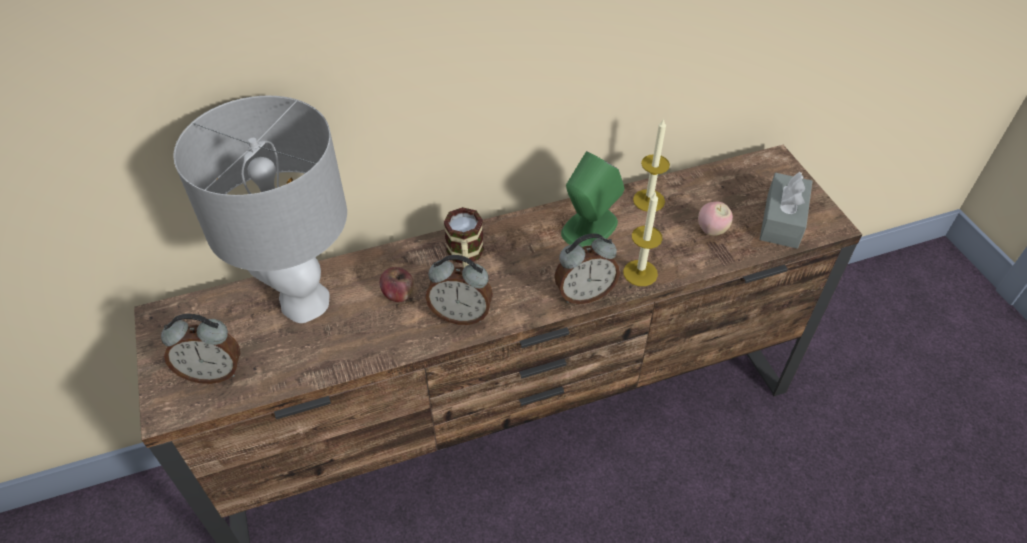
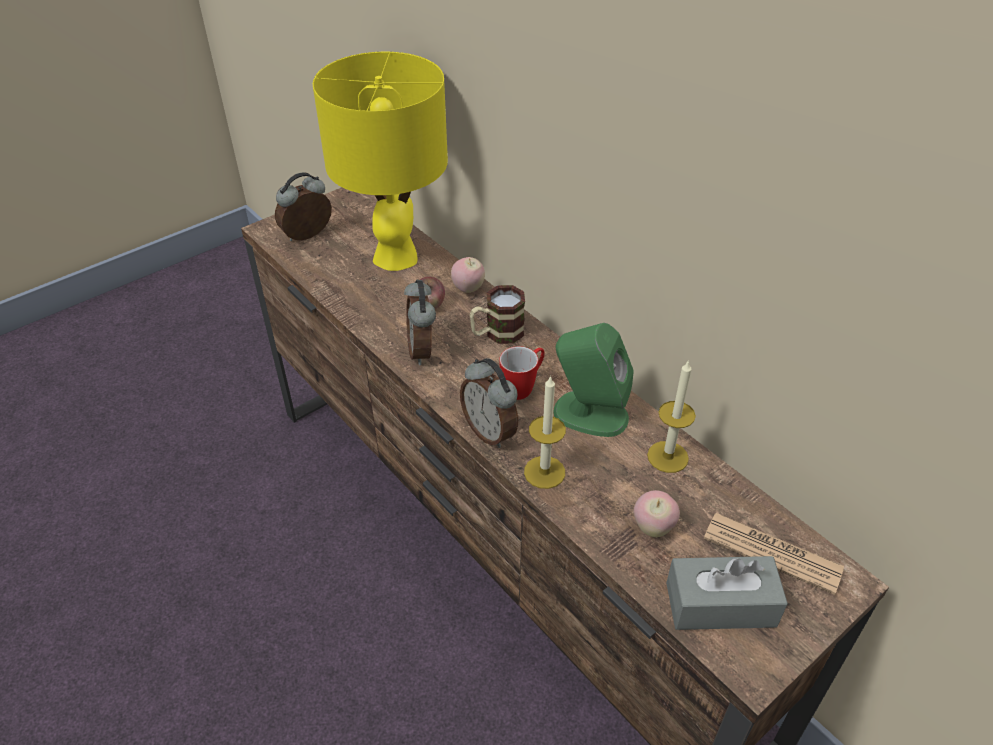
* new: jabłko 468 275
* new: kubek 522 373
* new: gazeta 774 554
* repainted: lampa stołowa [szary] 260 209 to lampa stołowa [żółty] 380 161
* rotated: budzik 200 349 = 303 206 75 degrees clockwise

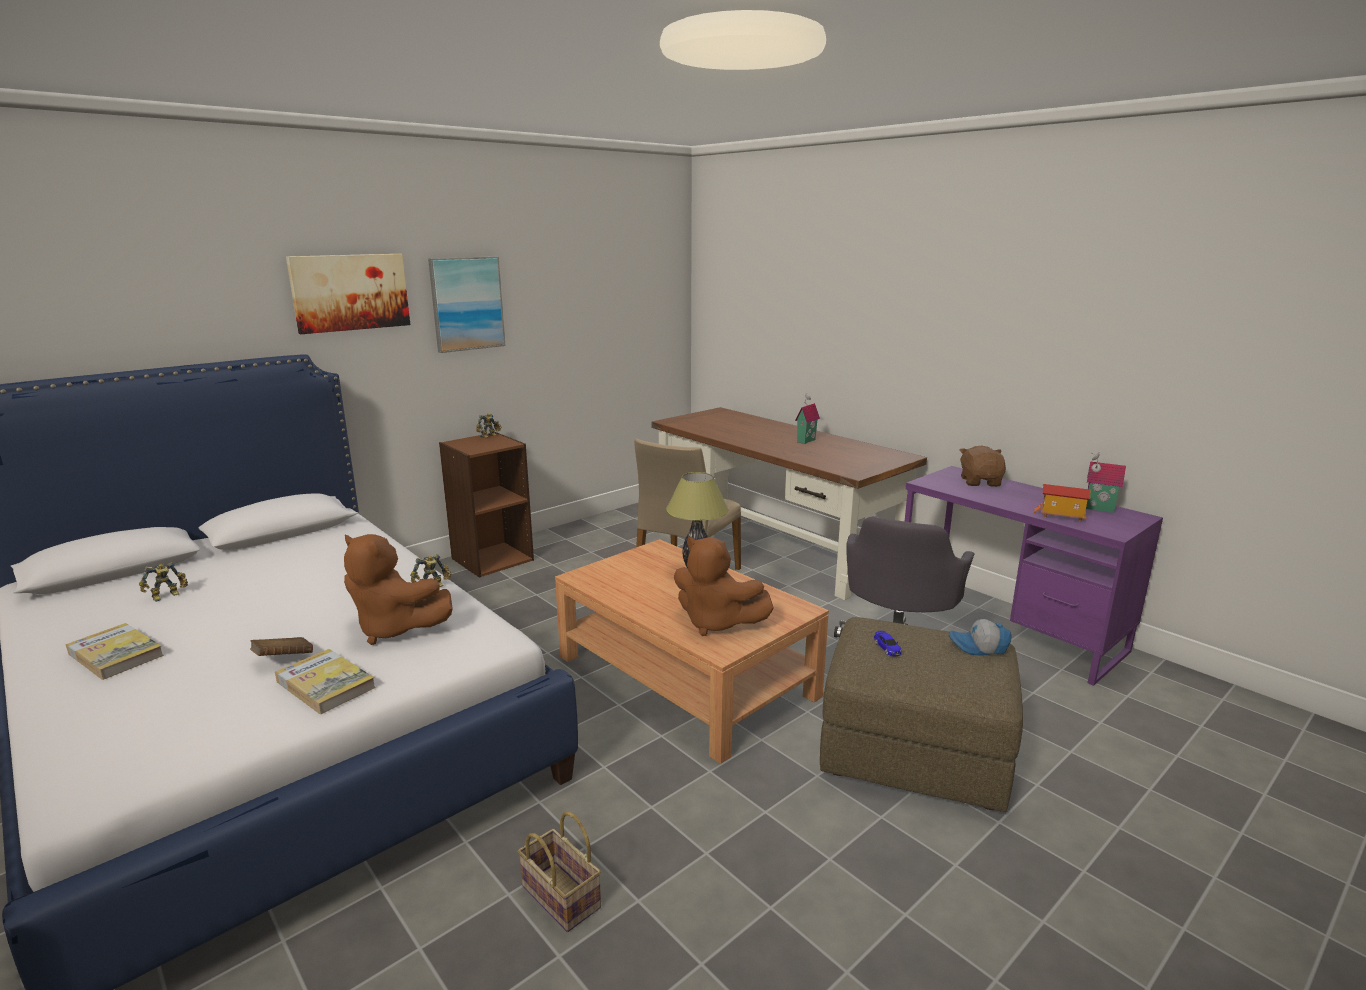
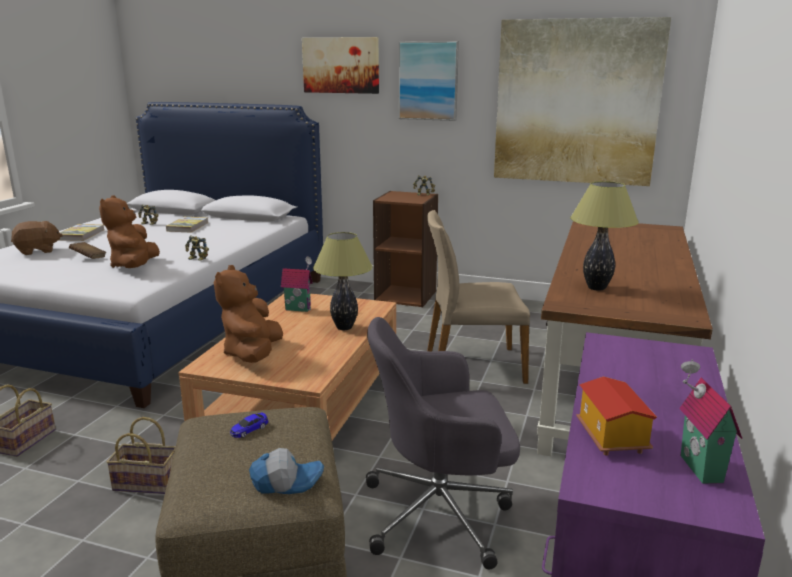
* new: koszyk 141 455
* new: obraz 582 101
* new: lampa stołowa 604 236
* shifted: książka 325 681 to 187 225
* shifted: domek 807 418 to 297 284
* shifted: pluszak [brązowy] 983 466 to 37 238
* rotated: czapka z daszkiem 980 637 = 286 471 105 degrees clockwise

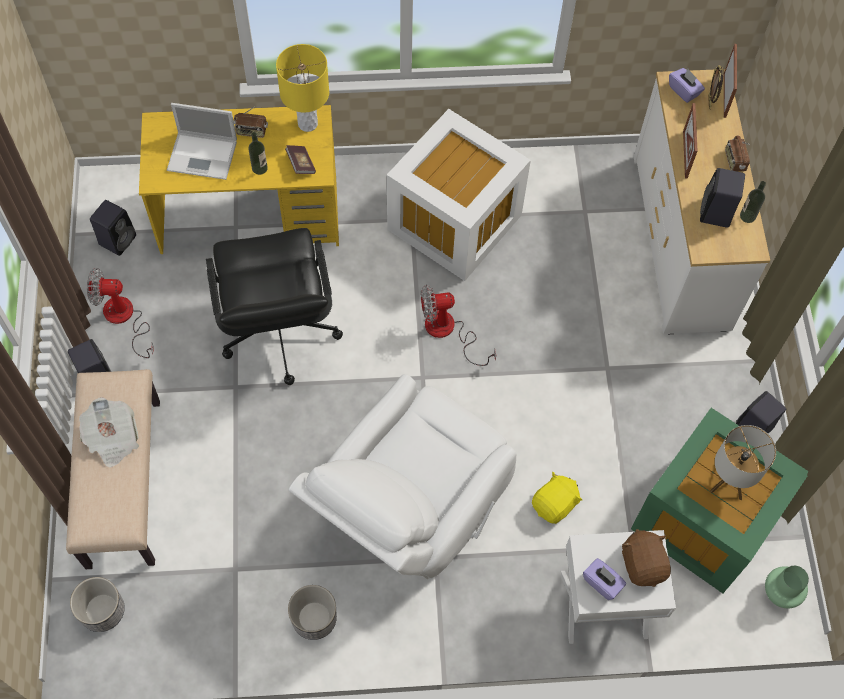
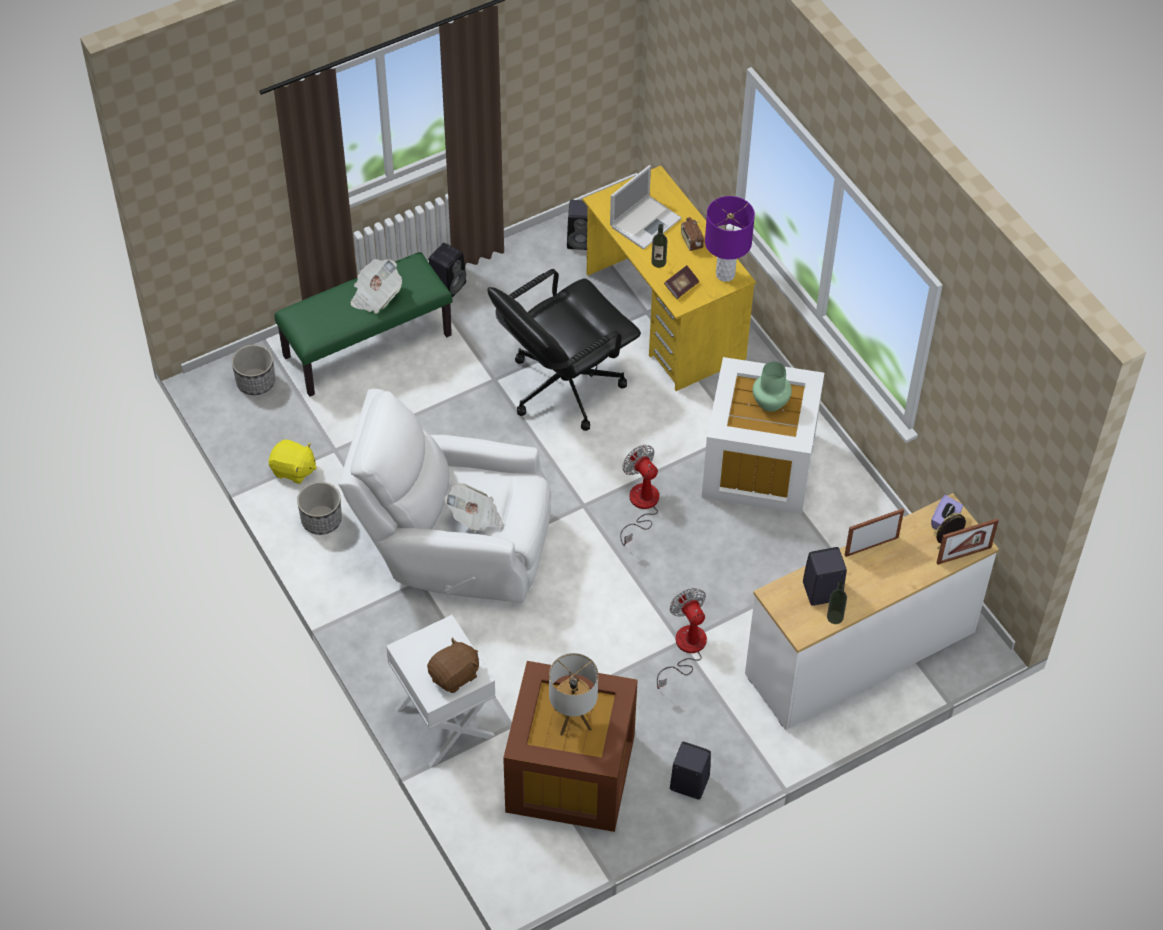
* gone: pudełko chusteczek [fioletowy] 604 579
* gone: radio 737 154
* new: gazeta 473 507
* shifted: wentylator 120 313 to 682 638
* shifted: pluszak [żółty] 557 498 to 293 461
* shifted: wazon [zielony] 787 587 to 772 387
* repainted: ławka [beżowy] 113 469 to ławka [zielony] 363 324
* repainted: lampa stołowa [żółty] 302 88 to lampa stołowa [fioletowy] 730 239
* repainted: pojemnik do przechowywania [zielony] 720 500 to pojemnik do przechowywania [brązowy] 570 746
* rotated: laptop 202 141 = 646 207 120 degrees counterclockwise

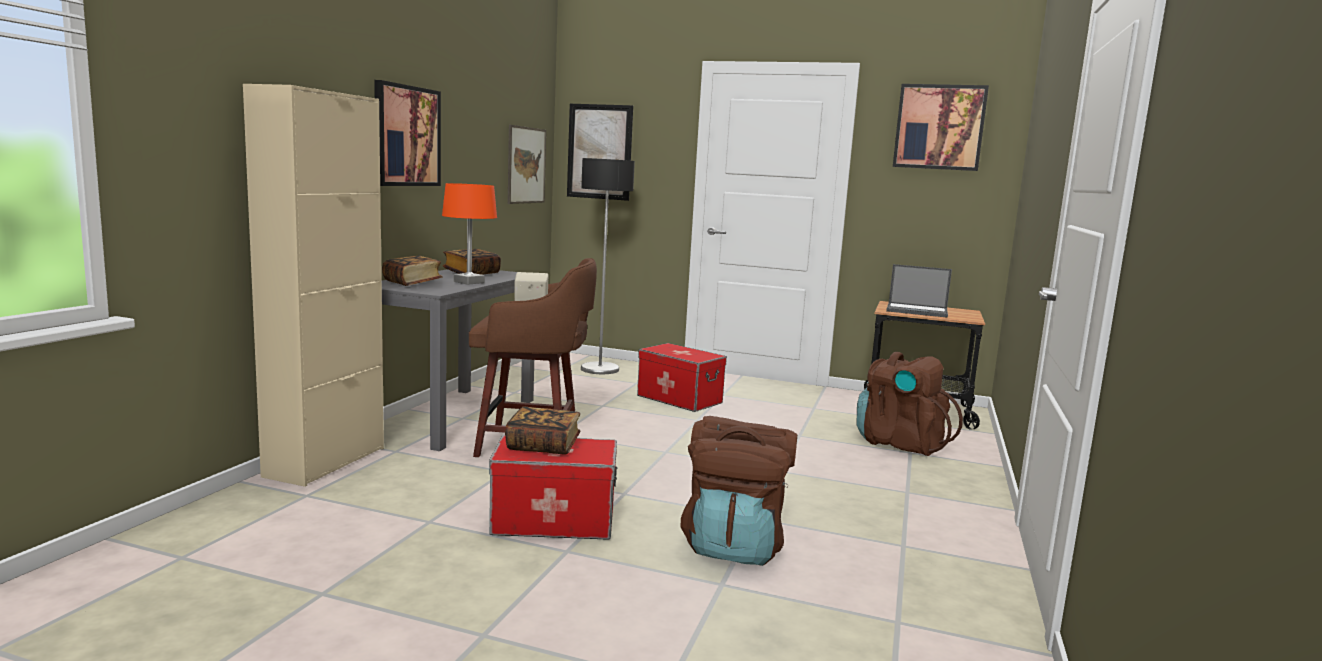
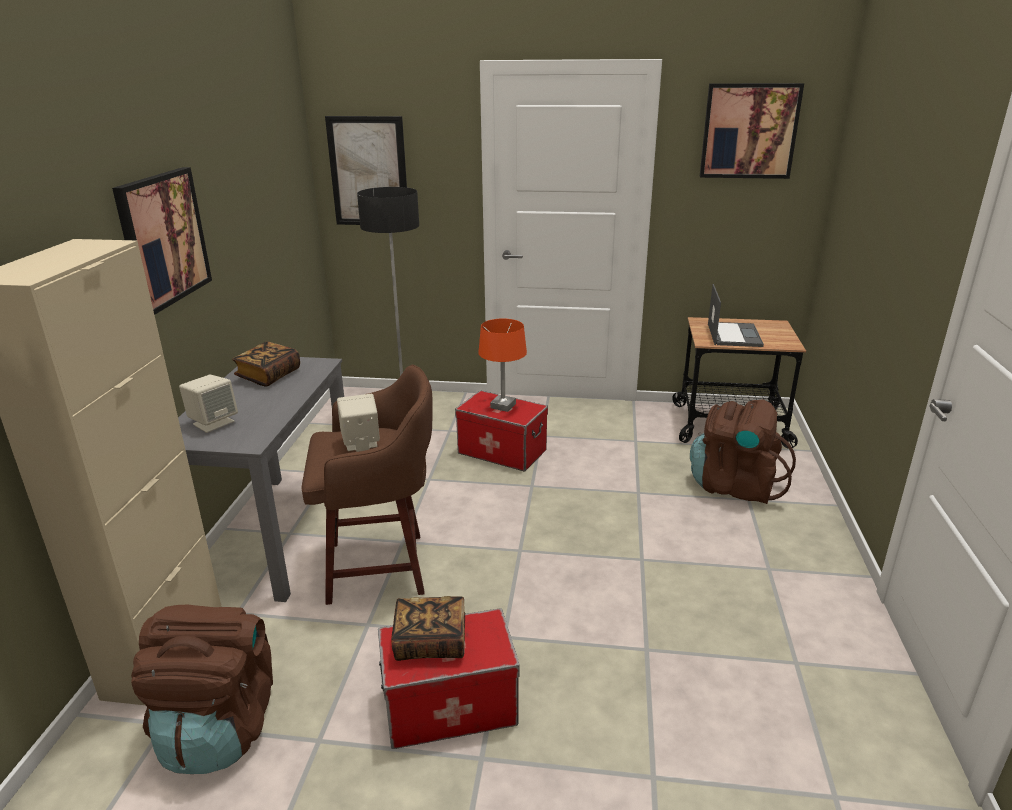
* gone: obraz 527 164
* shifted: lampa stołowa [pomarańczowy] 469 234 to 503 365
* shifted: plecak [brązowy] 738 491 to 202 689
* swapped: książka 412 271 to głośnik [beżowy] 208 404
* rotated: laptop 919 291 = 736 315 90 degrees counterclockwise

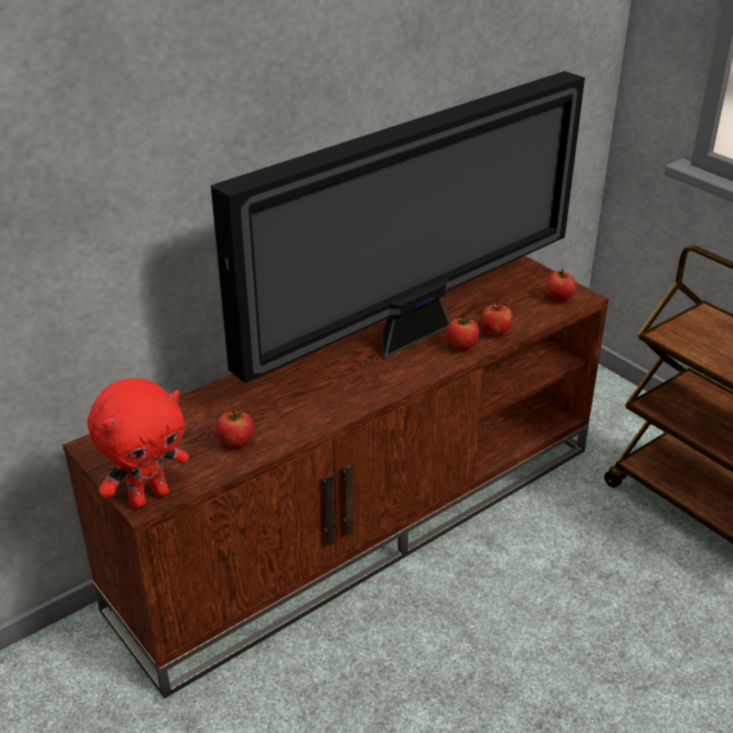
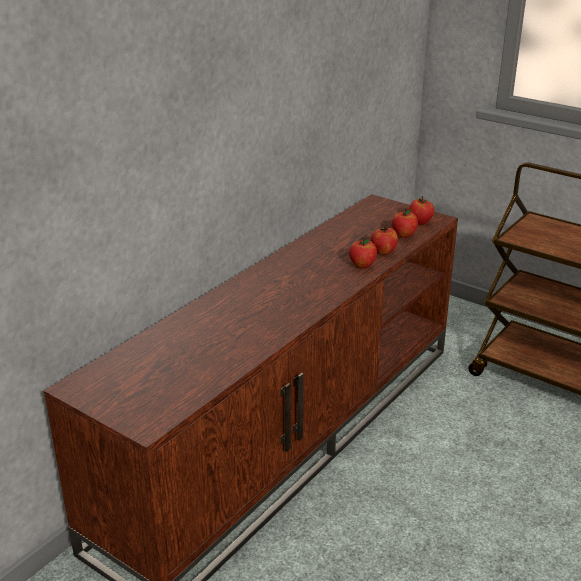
* gone: pluszak [czerwony] 138 443
* gone: telewizor 398 227
* shifted: jabłko 235 429 to 405 223

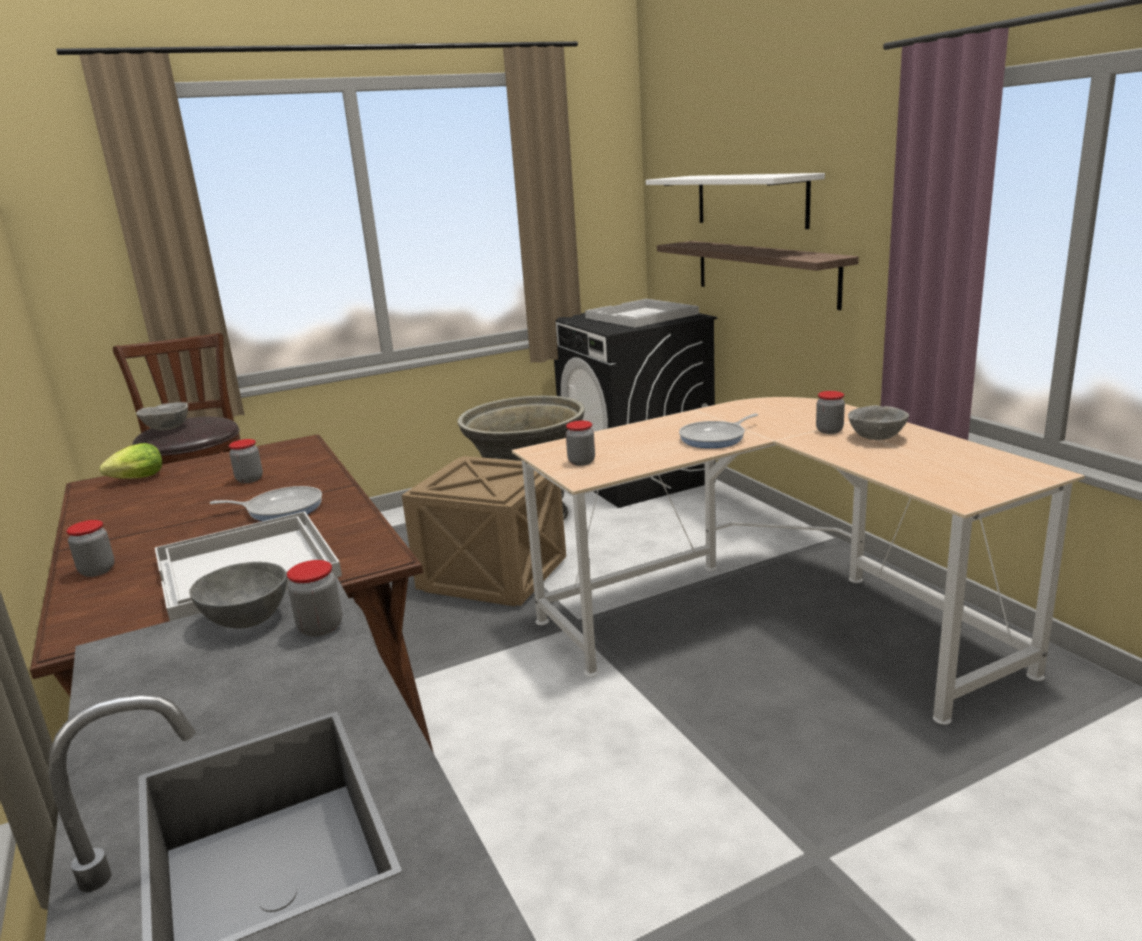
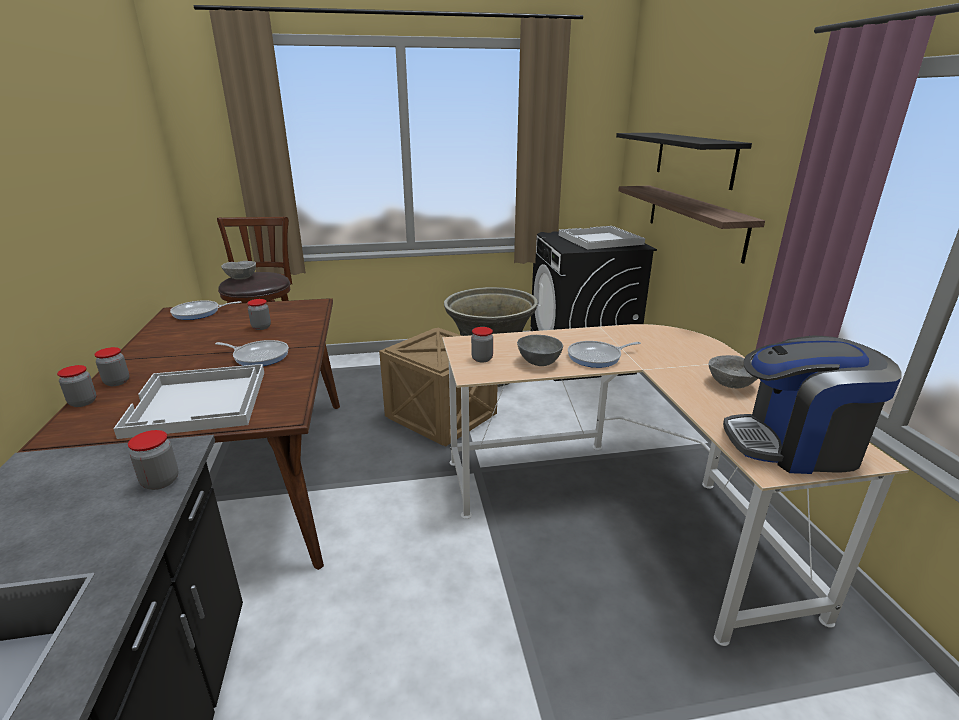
* new: ekspres do kawy 812 405
* shifted: miska [szary] 238 595 to 540 350
* shifted: słoik 830 412 to 76 386
* swapped: sałata 130 460 to patelnia 205 310
* repainted: półka [biały] 735 201 to półka [czarny] 684 161

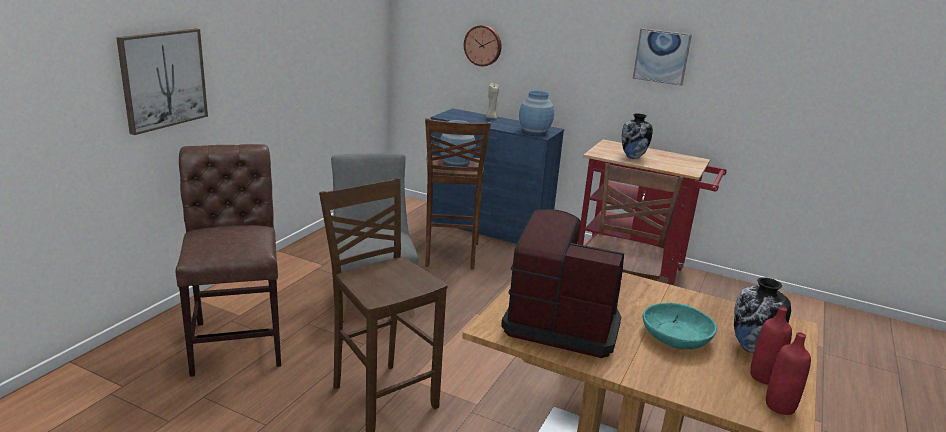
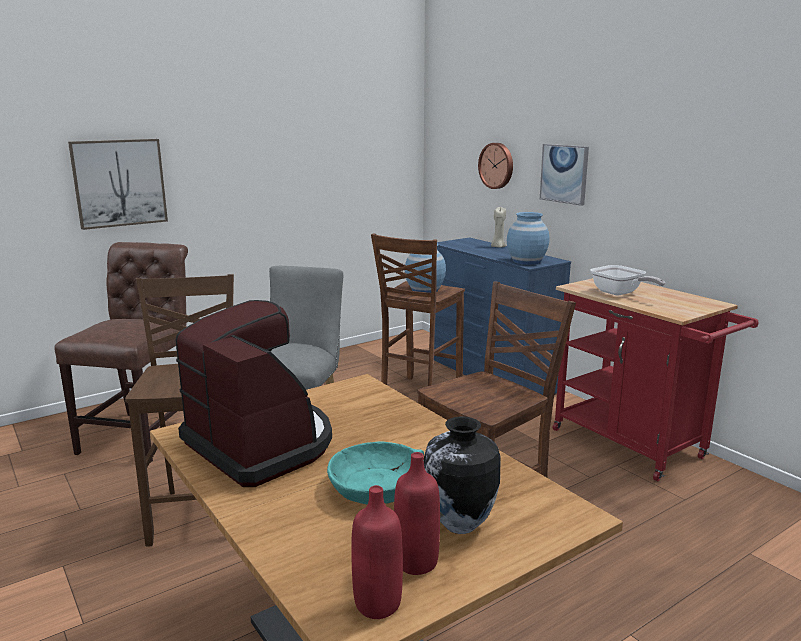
* shifted: obraz 662 57 to 564 175
* swapped: wazon 637 136 to patelnia 627 280

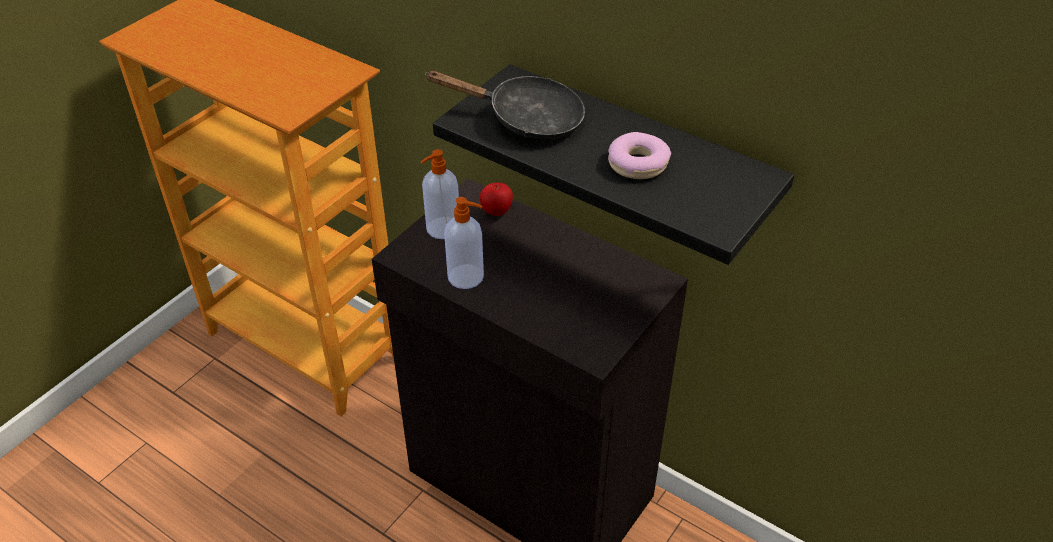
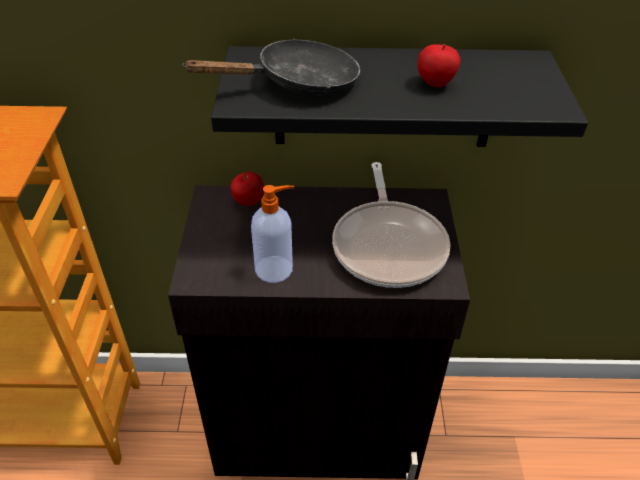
* gone: dozownik mydła 440 194
* new: patelnia 391 225
* swapped: donut 639 155 to jabłko 439 66

